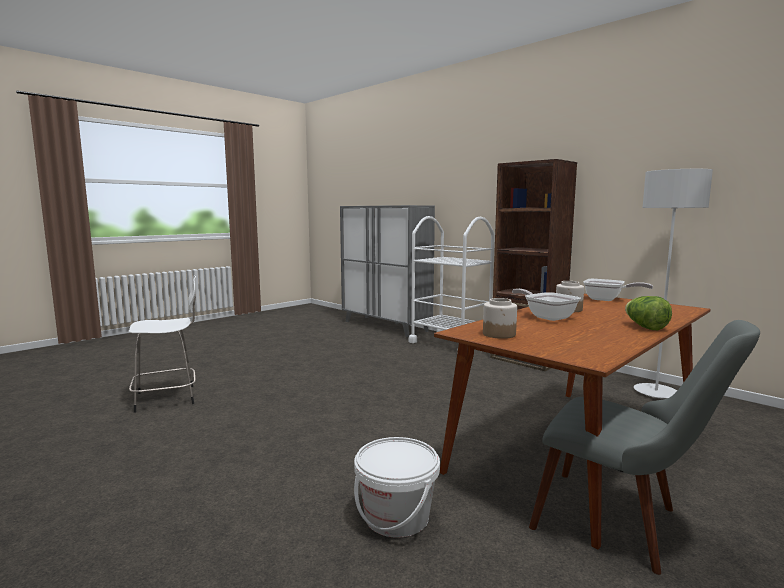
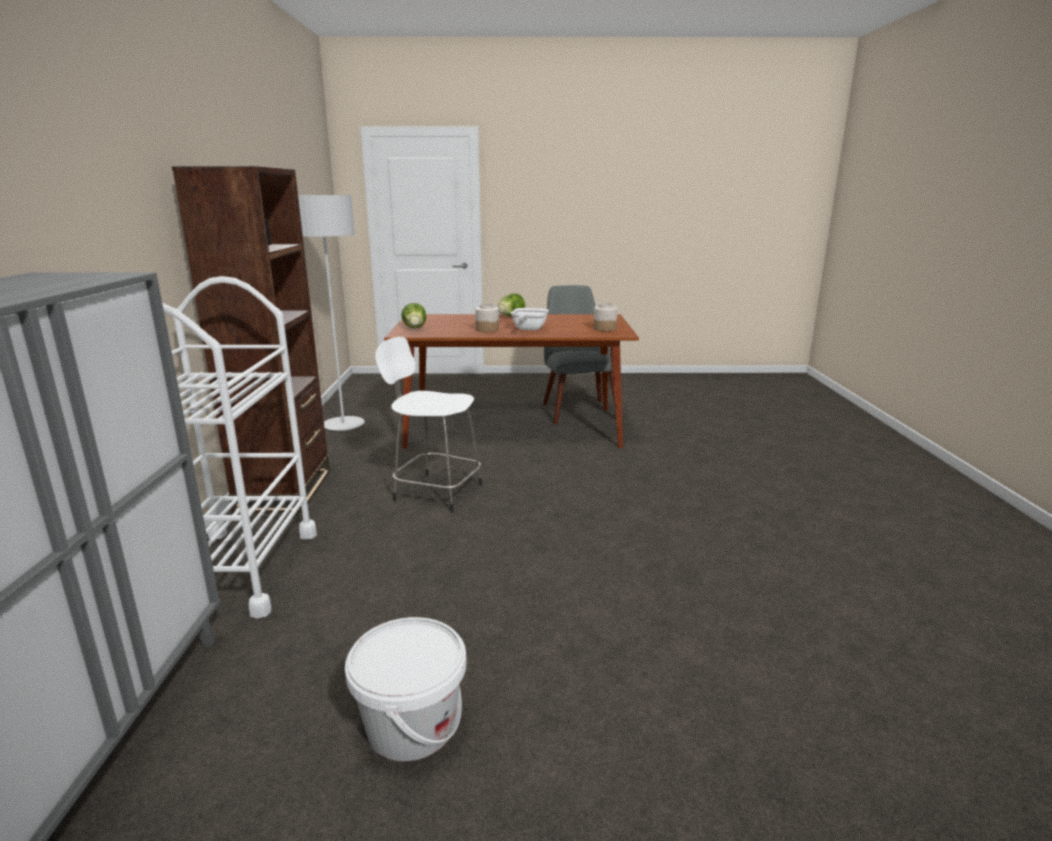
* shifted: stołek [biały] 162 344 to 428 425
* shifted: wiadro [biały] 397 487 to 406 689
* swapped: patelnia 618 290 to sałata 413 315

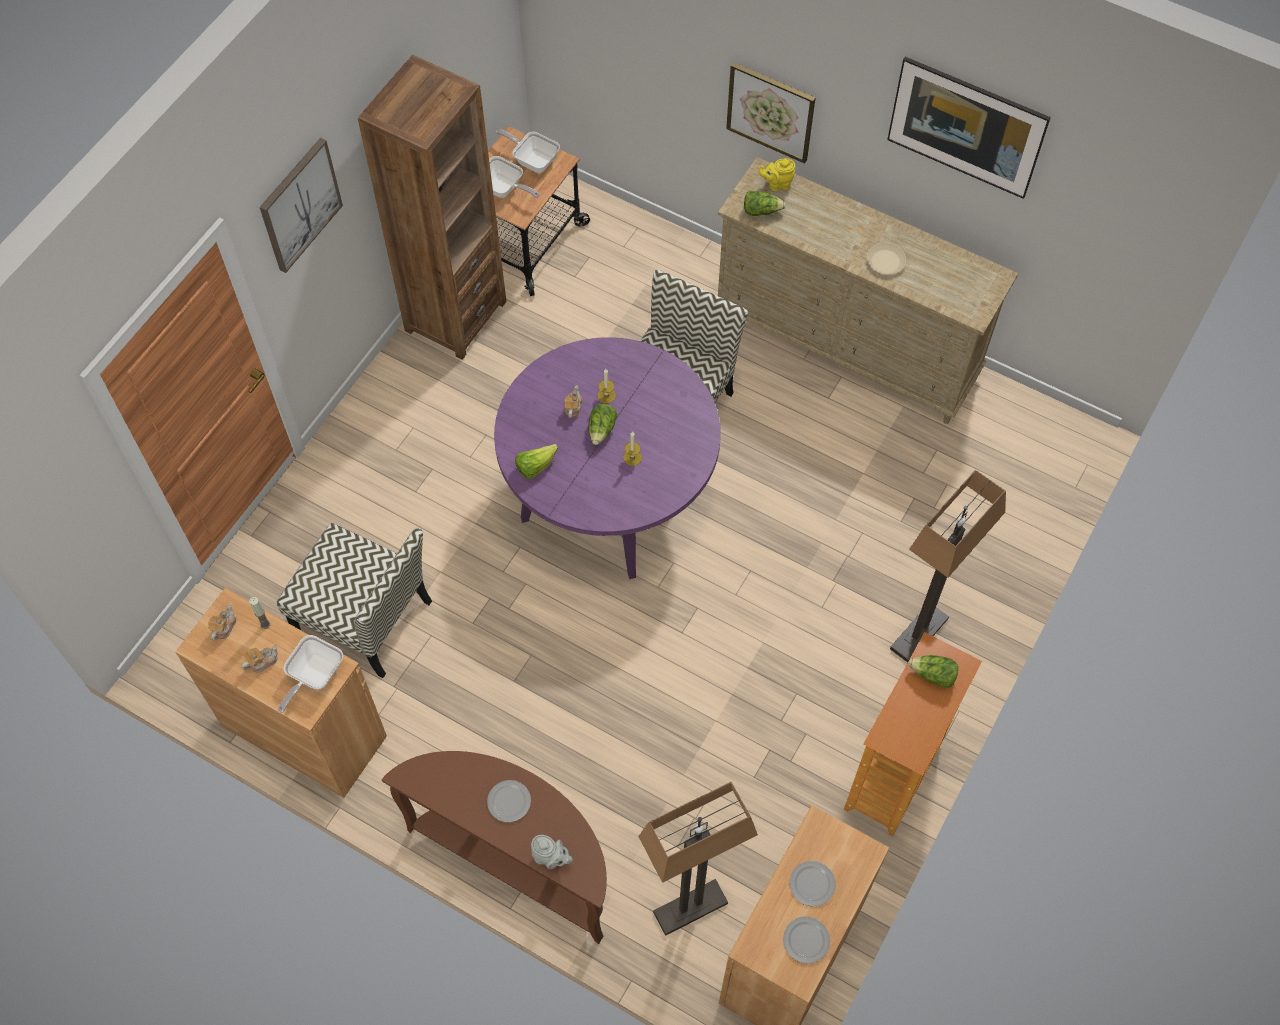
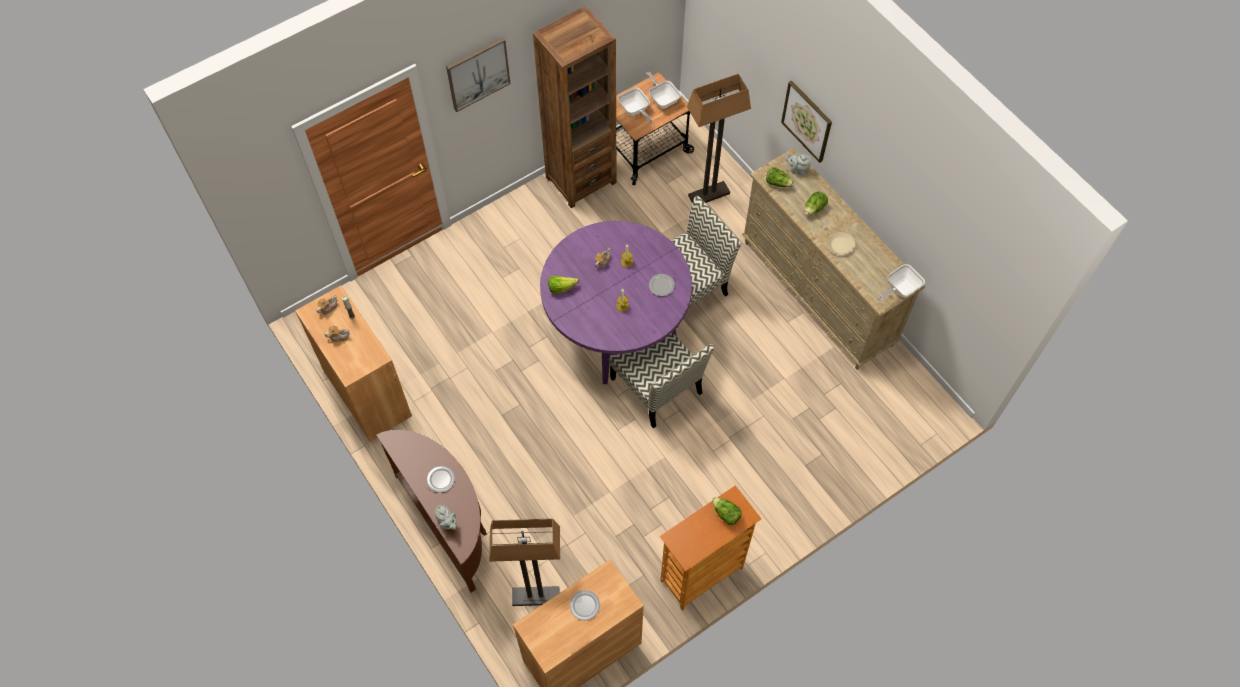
* gone: obraz 969 128
* shifted: krzesło 354 600 to 661 380
* shifted: patelnia 310 674 to 901 282
* shifted: sałata 602 424 to 816 203
* shifted: talerz 806 940 to 662 285
* shifted: lampa stojąca 948 566 to 719 138
* repainted: imbryk [żółty] 776 174 to imbryk [szary] 798 165

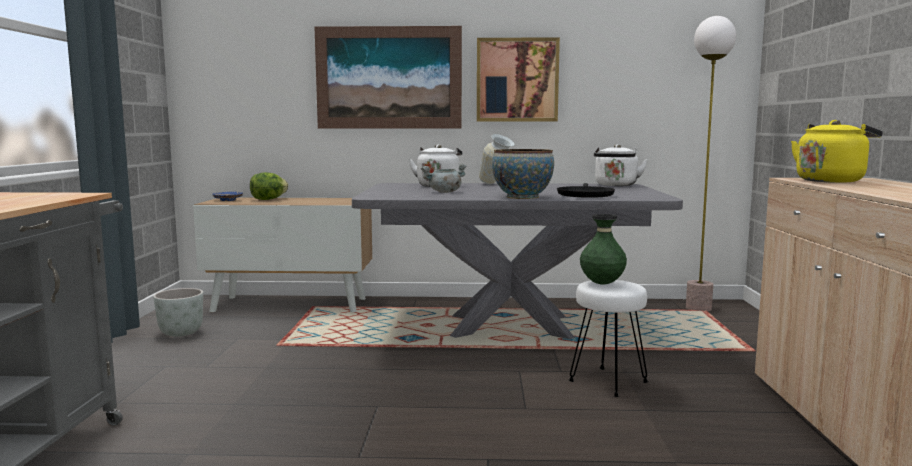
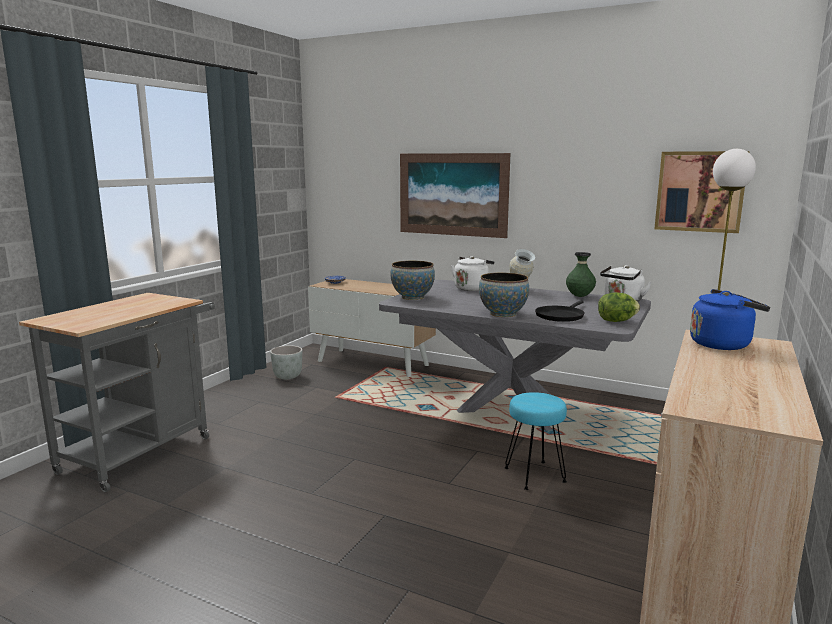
* gone: garnek [szary] 444 178
* new: miska 412 280
* shifted: sałata 269 186 to 619 307
* shifted: obraz 518 79 to 702 192
* shifted: wazon [zielony] 603 249 to 581 274
* repainted: stołek [biały] 608 338 to stołek [turkusowy] 535 441
* repainted: czajnik [żółty] 837 151 to czajnik [niebieski] 730 319

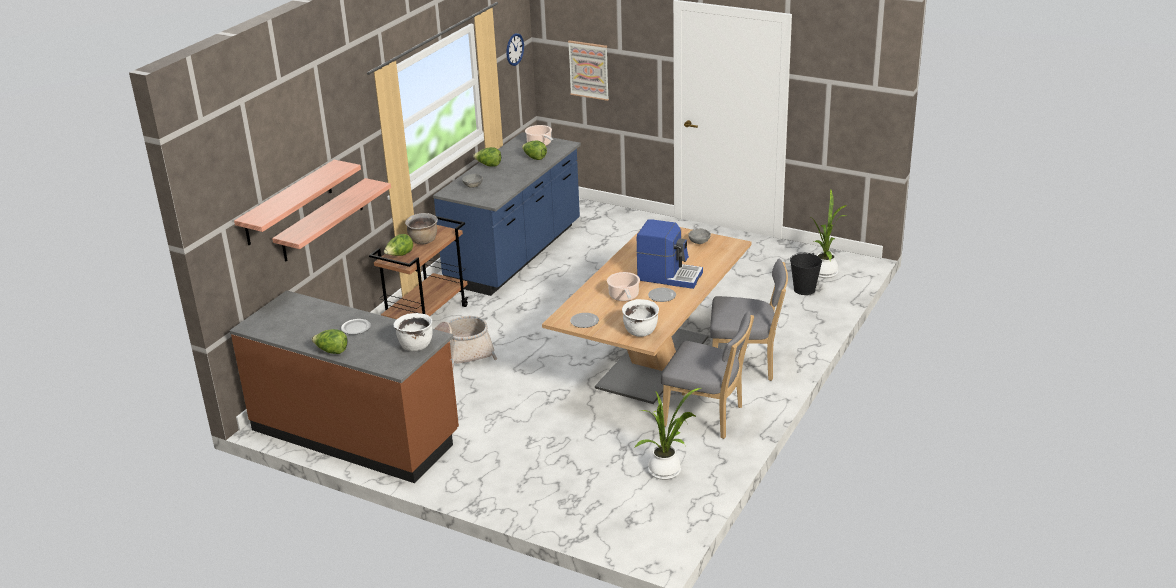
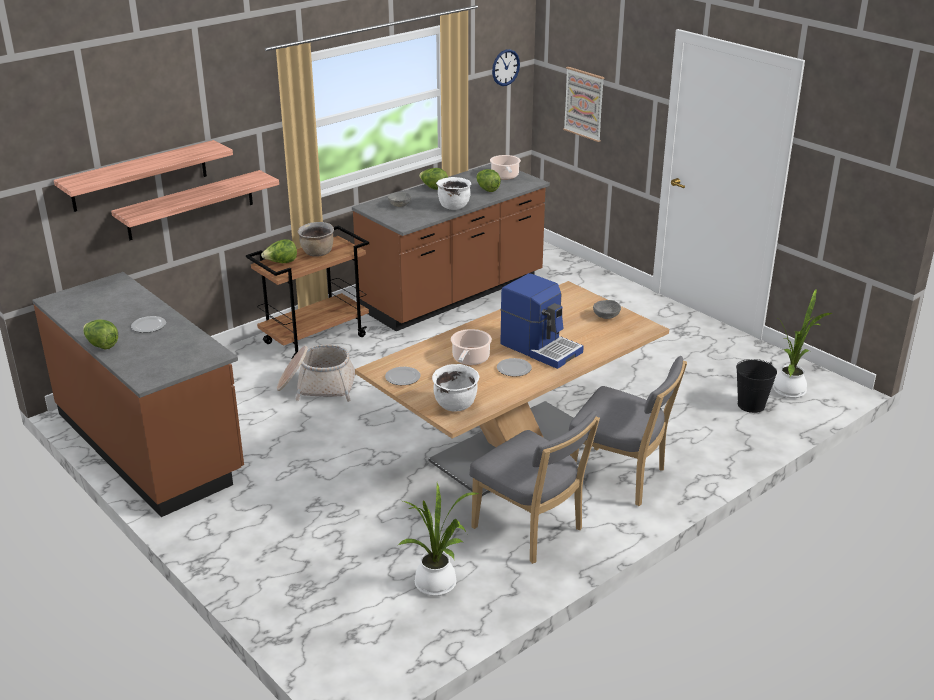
* shifted: garnek [biały] 413 332 to 453 193
* repainted: zabudowa kuchenna [niebieski] 507 214 to zabudowa kuchenna [brązowy] 451 247

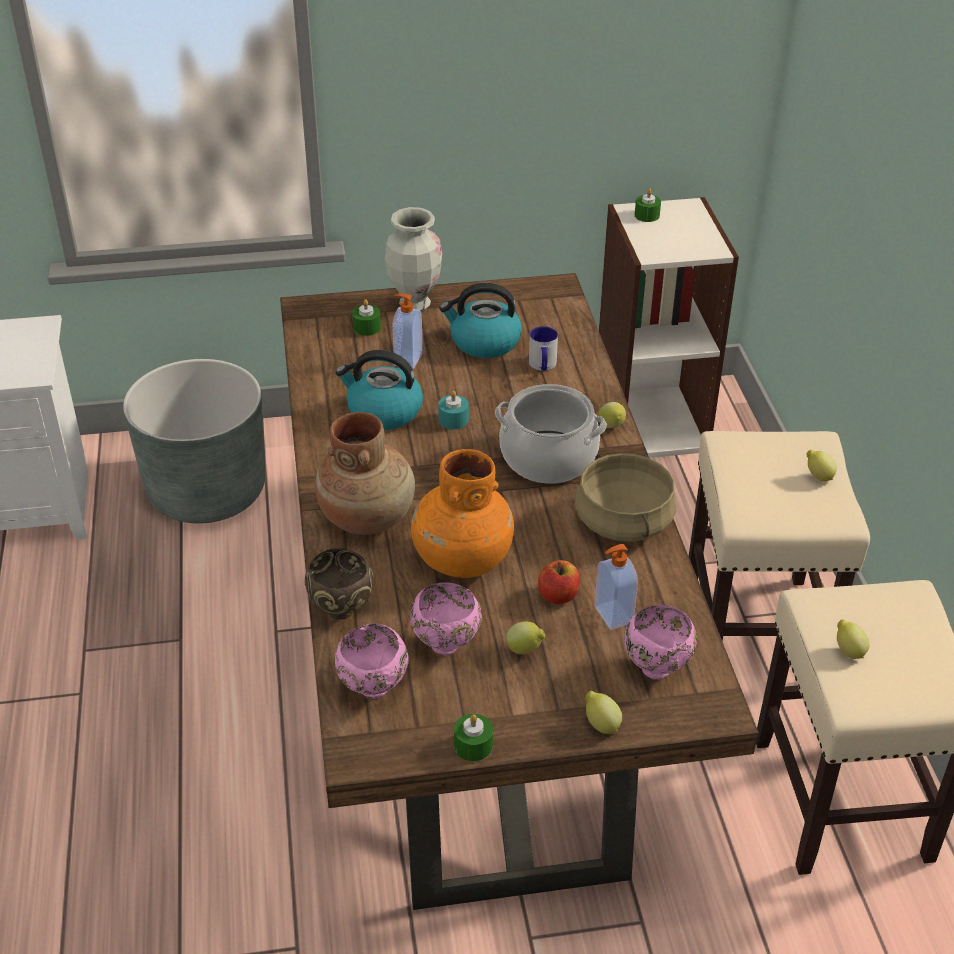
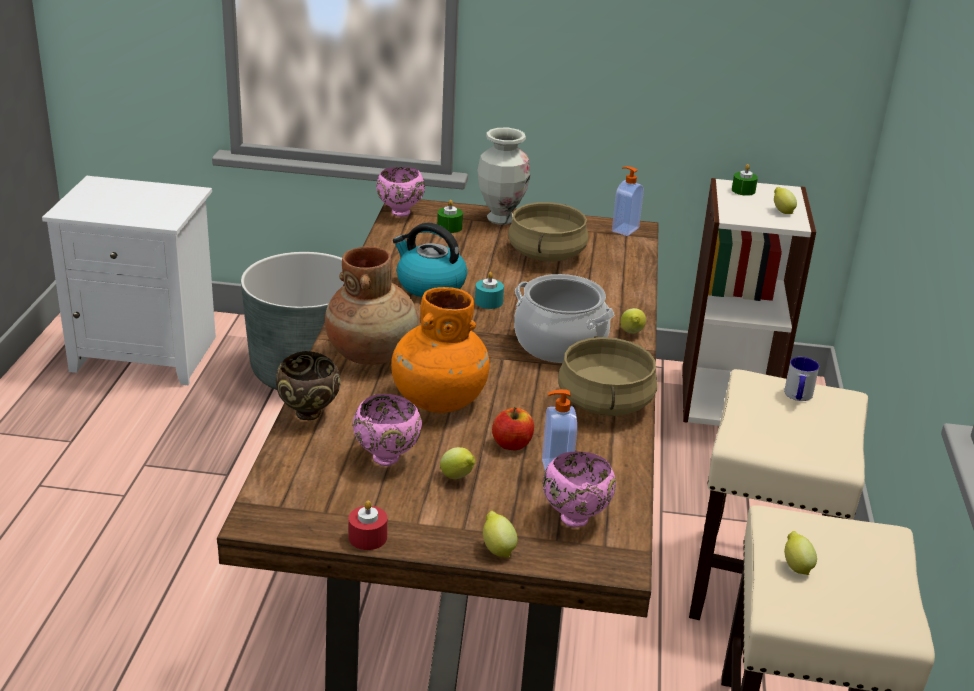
* shifted: miska [różowy] 372 661 to 400 192
* shifted: dozownik mydła 407 331 to 628 201
* shifted: kubek 543 348 to 801 379
* shifted: cytryna 822 465 to 785 200
* swapped: czajnik 480 320 to garnek [beżowy] 548 232
* repainted: świeca [zielony] 473 737 to świeca [czerwony] 368 525

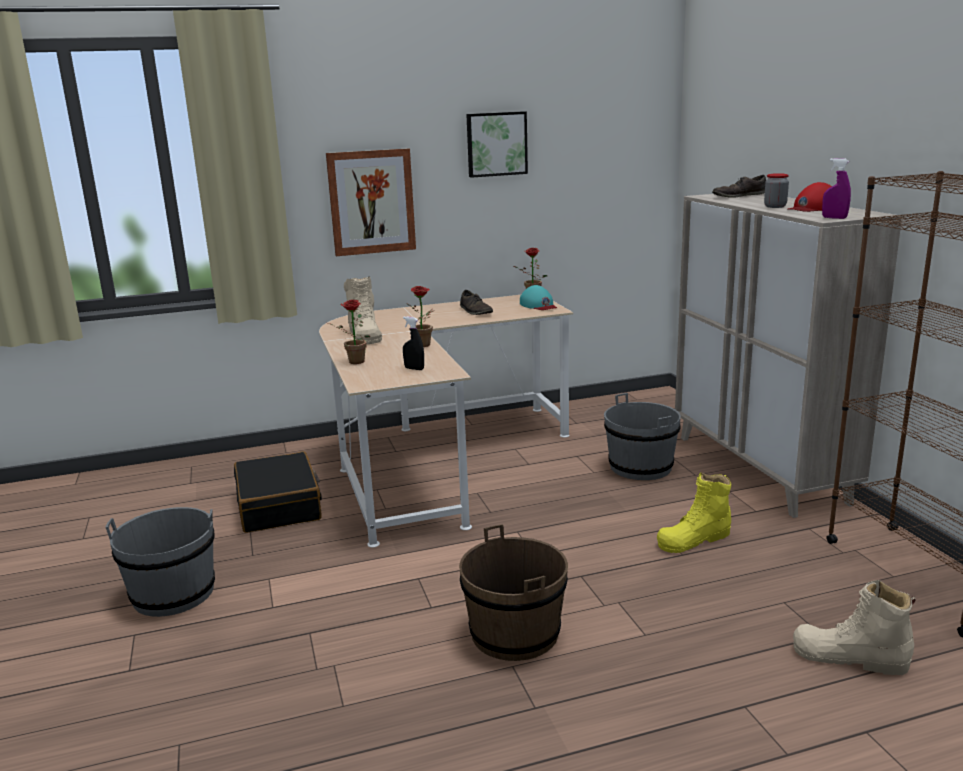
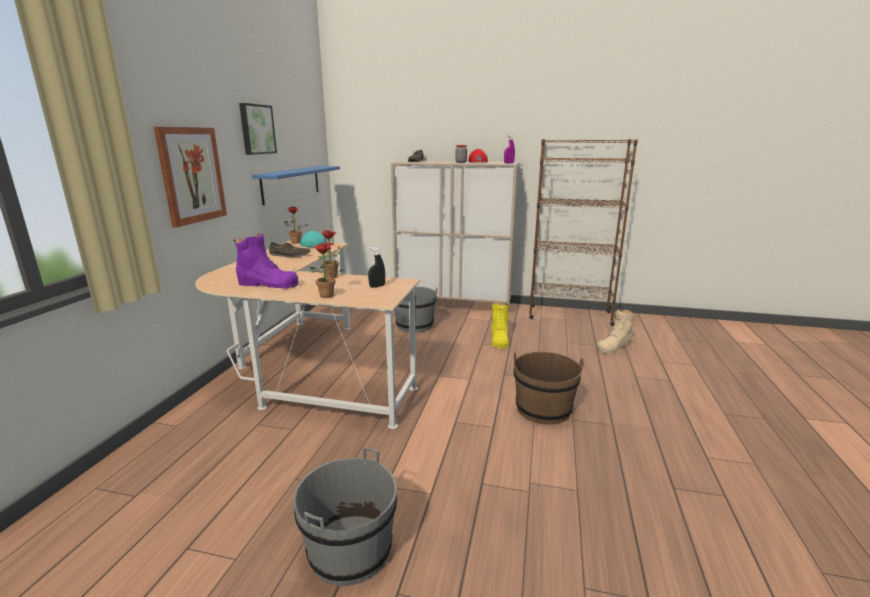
* gone: walizka [czarny] 278 492
* new: półka [niebieski] 296 185
* repainted: but z cholewką [beżowy] 363 310 to but z cholewką [fioletowy] 266 261

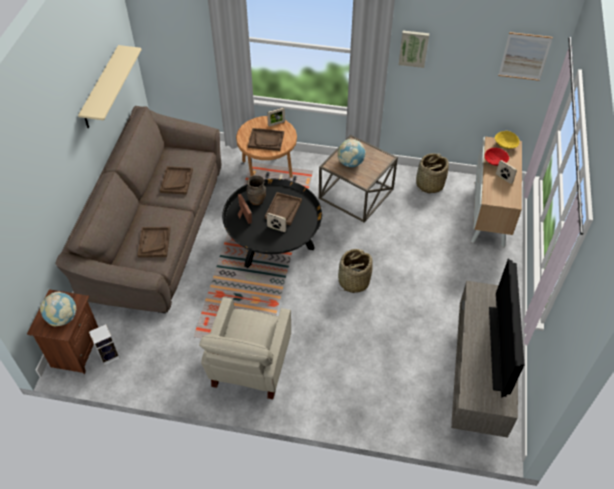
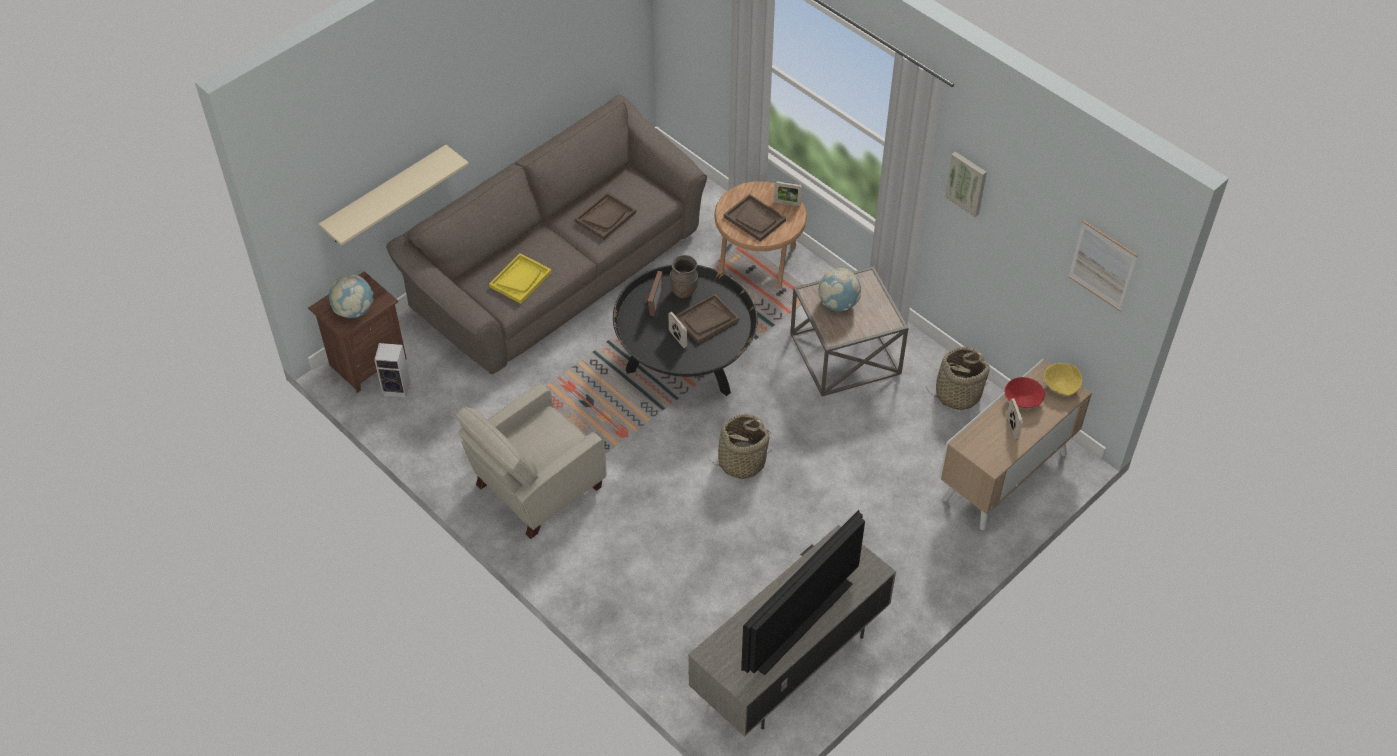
* shifted: półka [beżowy] 110 86 to 394 195
* repainted: taca [brązowy] 154 242 to taca [żółty] 520 278

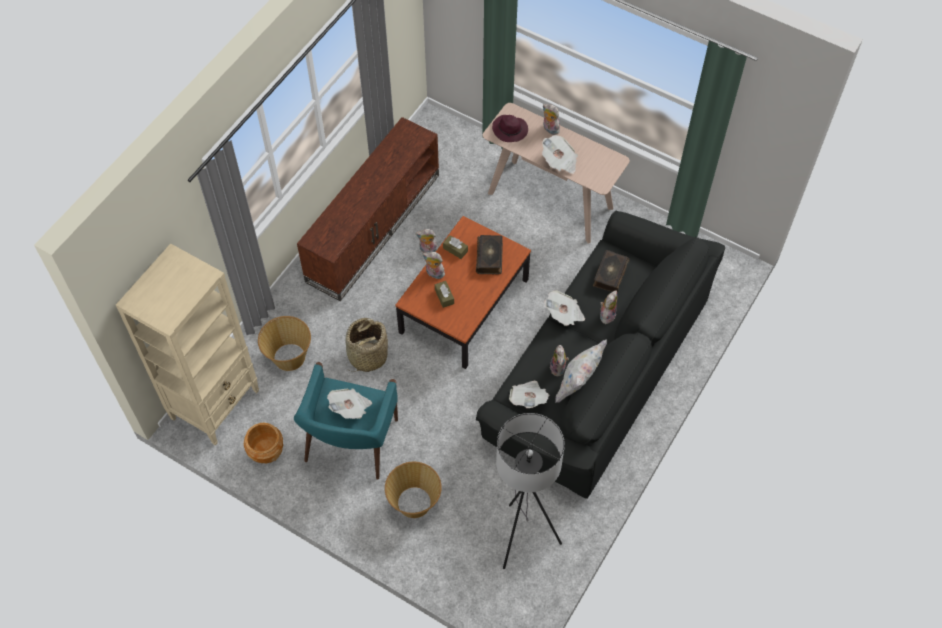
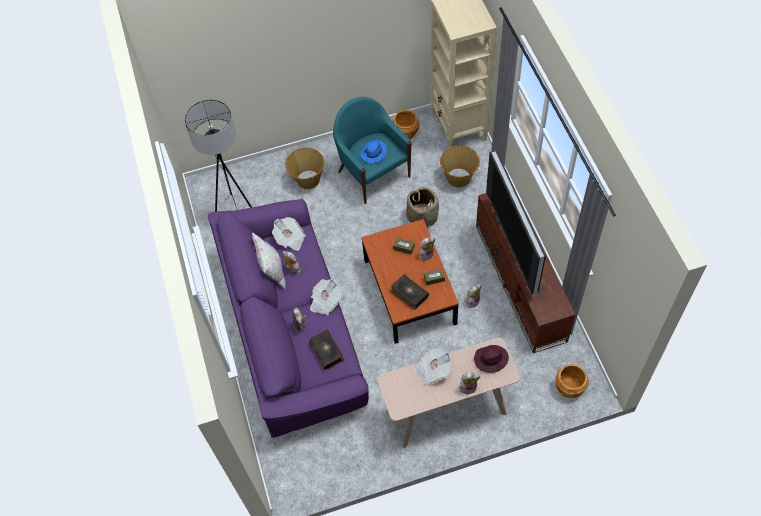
* new: telewizor 516 222
* new: donica [brązowy] 572 381
* swapped: gazeta 349 403 to kapelusz [niebieski] 373 151
* repainted: kanapa [czarny] 600 355 to kanapa [fioletowy] 288 318

